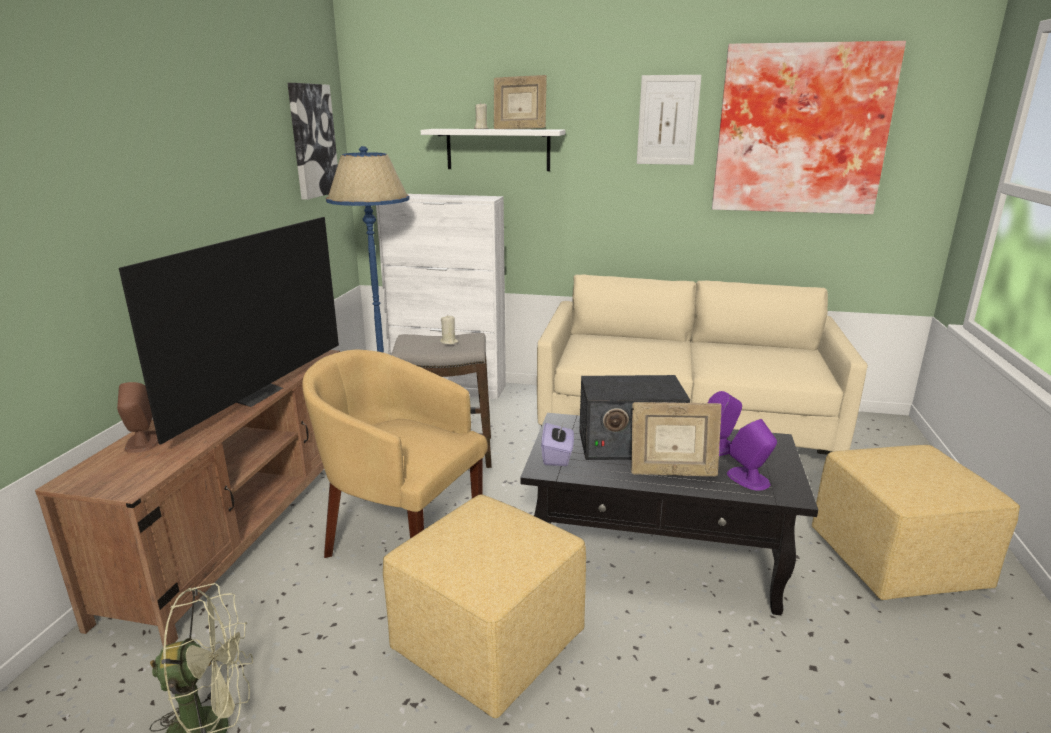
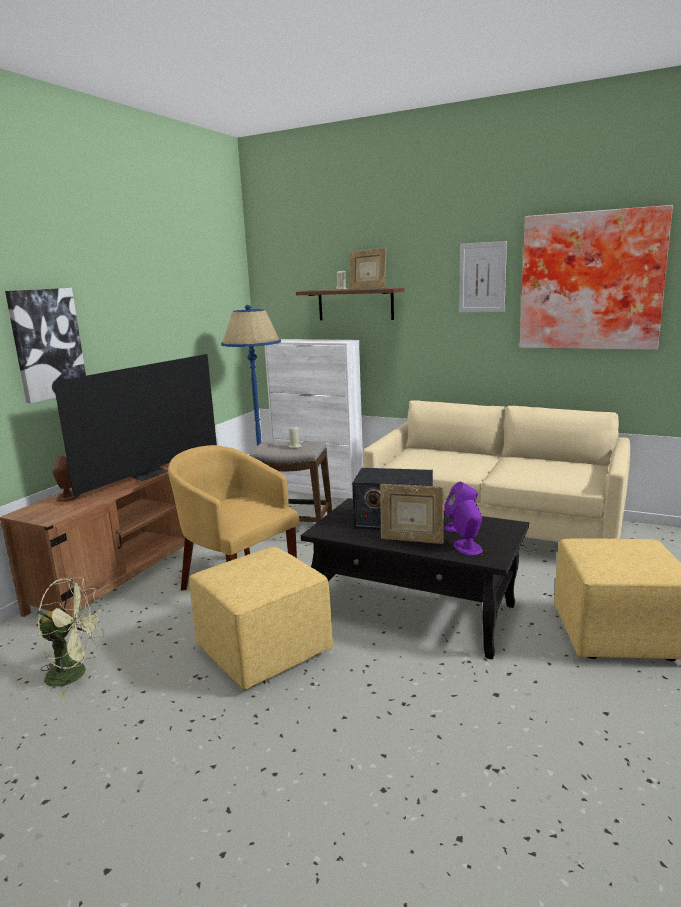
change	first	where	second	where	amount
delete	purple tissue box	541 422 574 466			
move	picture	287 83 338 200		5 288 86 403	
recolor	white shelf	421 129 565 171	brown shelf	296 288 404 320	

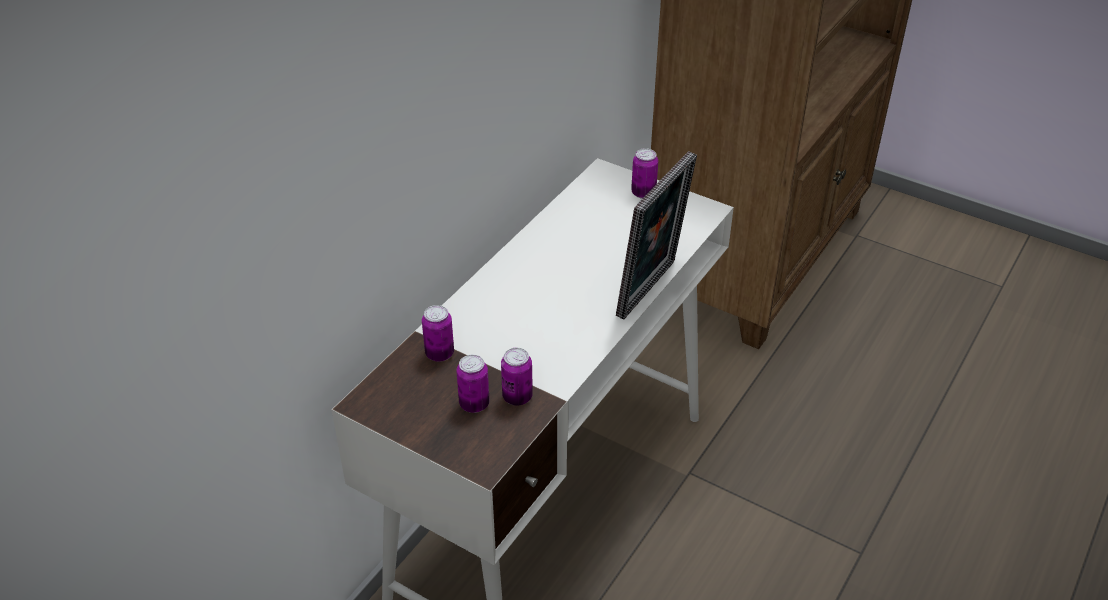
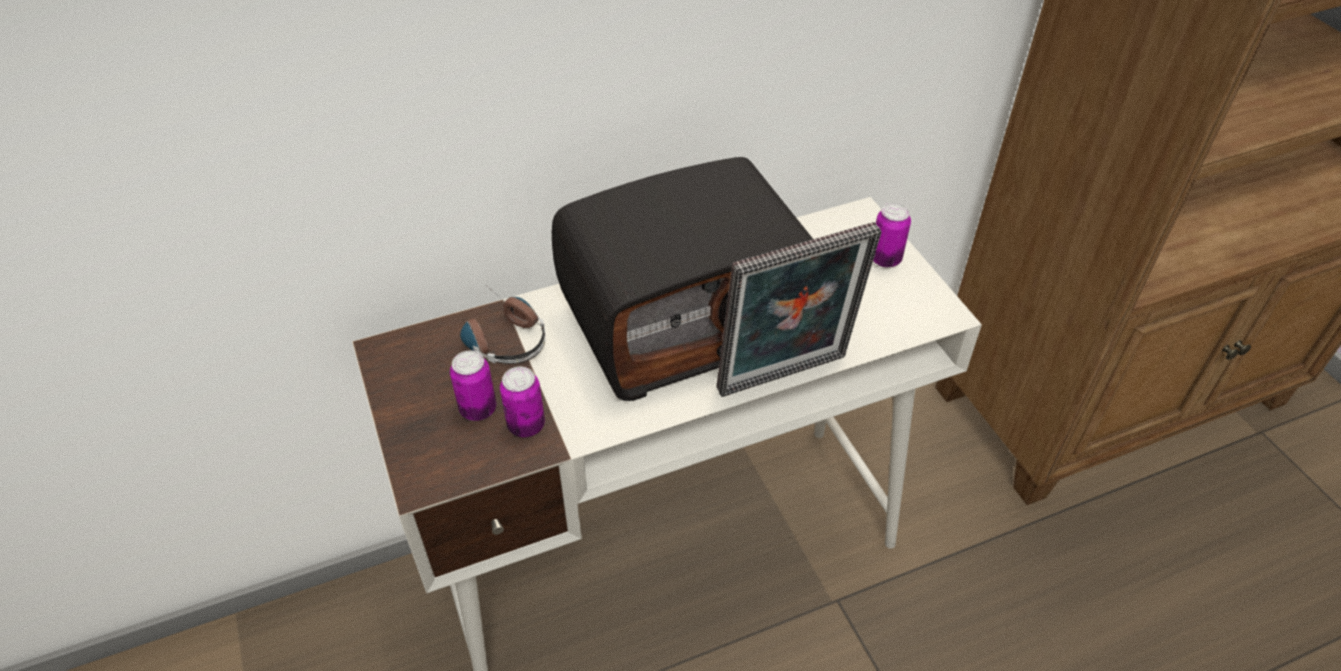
change	first	where	second	where	amount
insert			radio	552 157 813 401	
replace	can	422 305 454 362	headphones	460 287 546 364	

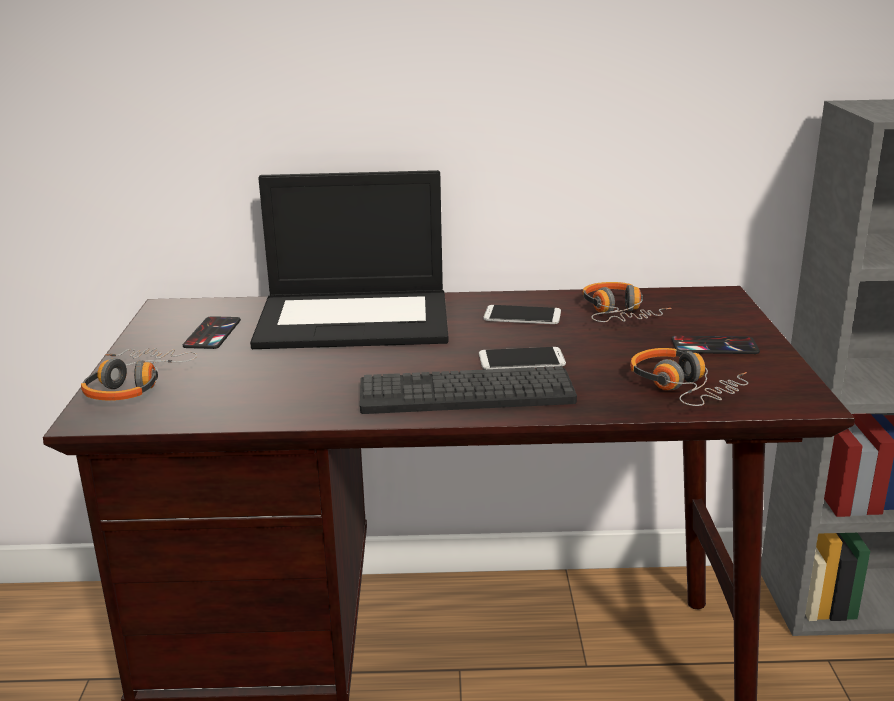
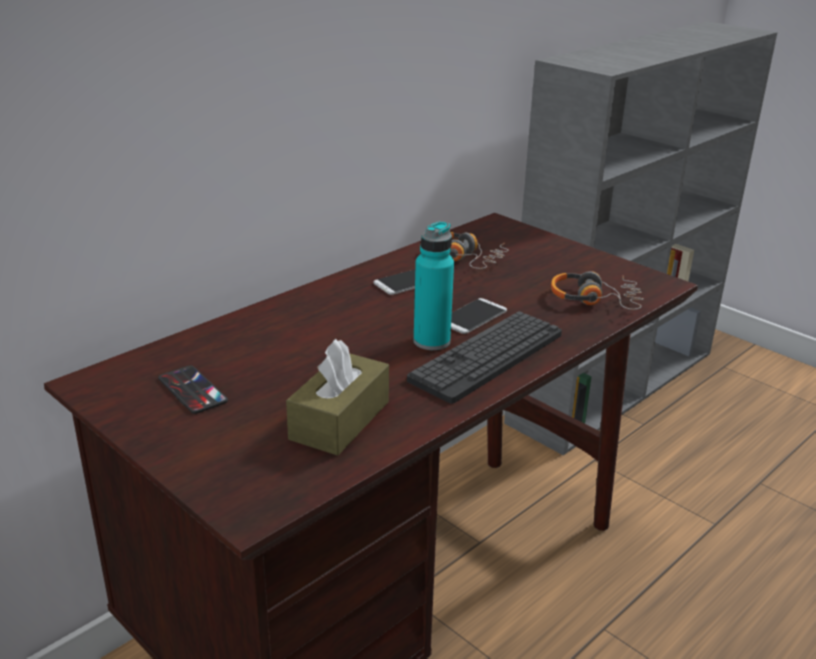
change	first	where	second	where	amount
delete	headphones	81 348 197 401			
delete	laptop	250 170 448 349			
delete	phone	672 336 760 354			
insert			brown tissue box	286 339 389 456	
insert			turquoise bottle	414 221 454 350	

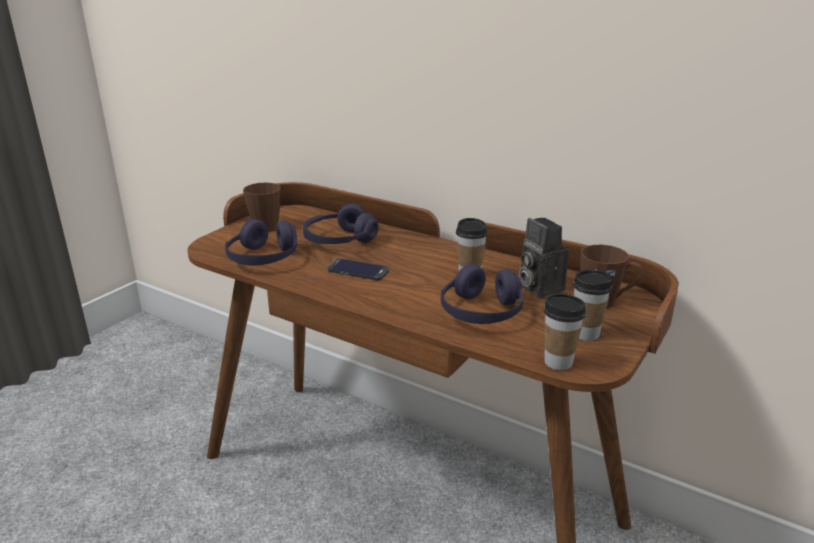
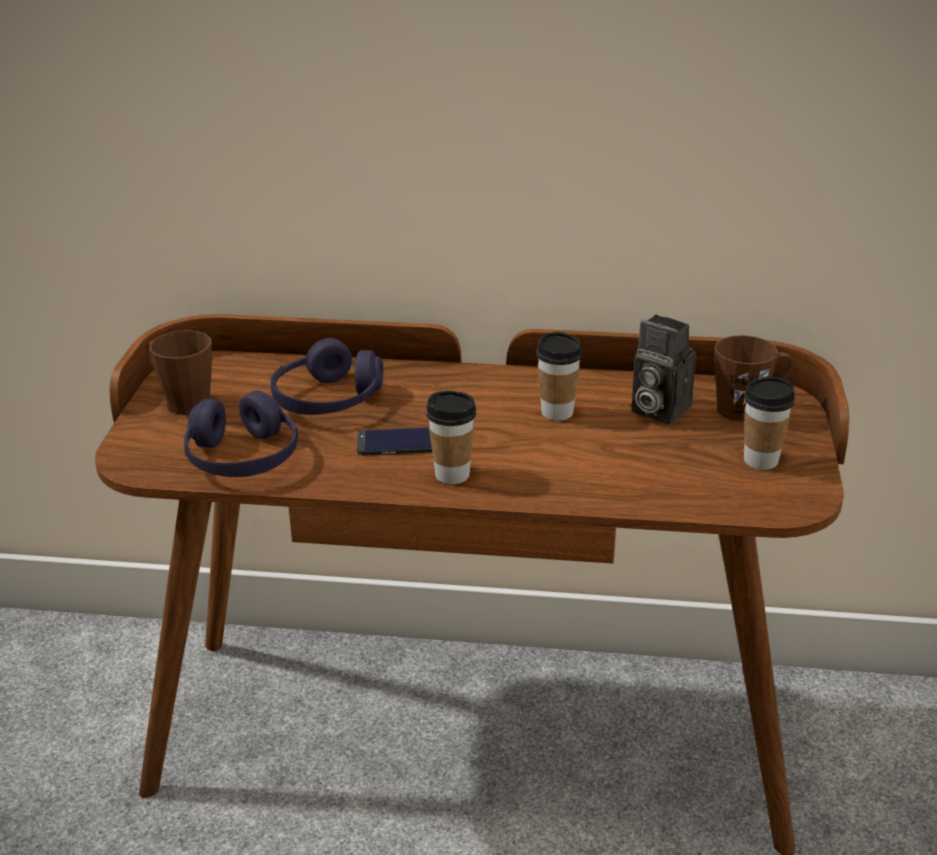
change	first	where	second	where	amount
delete	purple headphones	441 264 523 324			
move	cup	544 293 586 370		426 391 476 484	

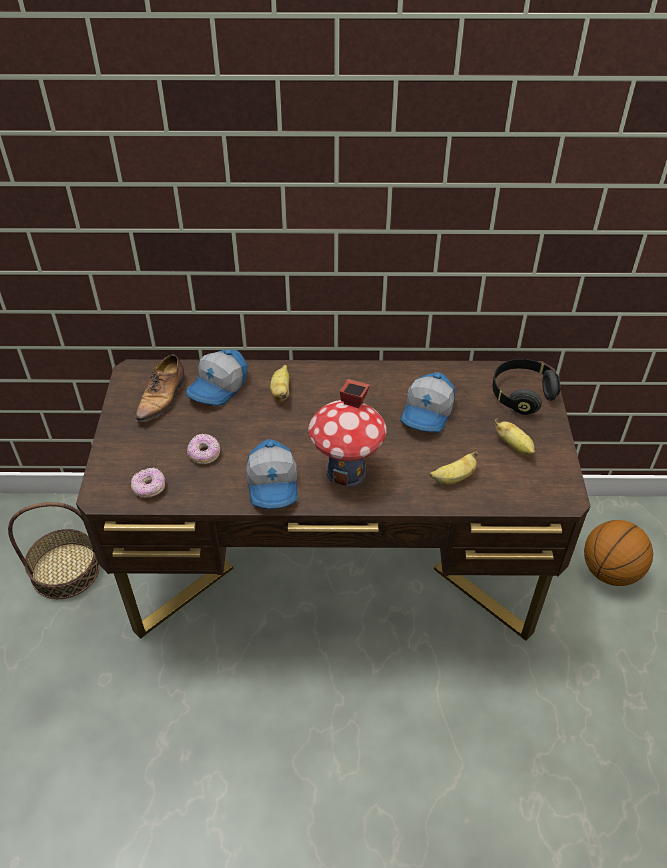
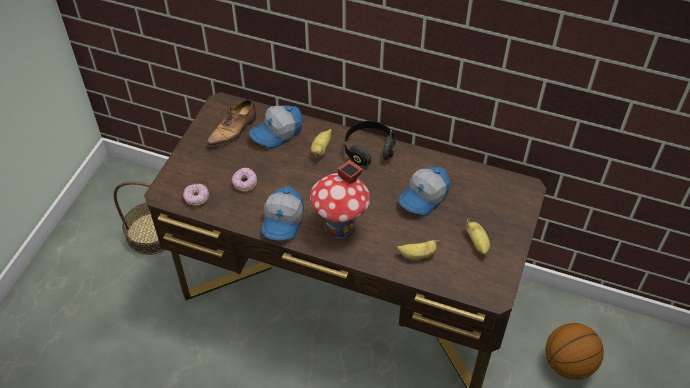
change	first	where	second	where	amount
move	black headphones	492 359 561 415		345 121 395 166	

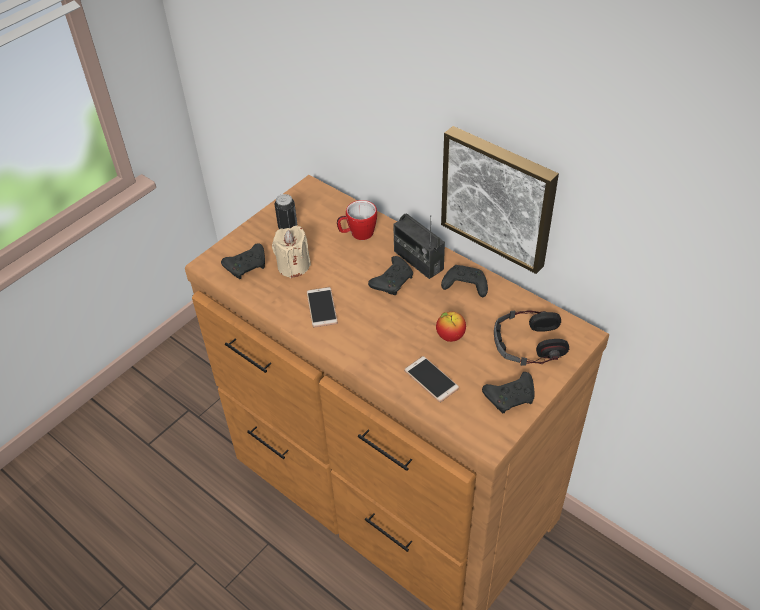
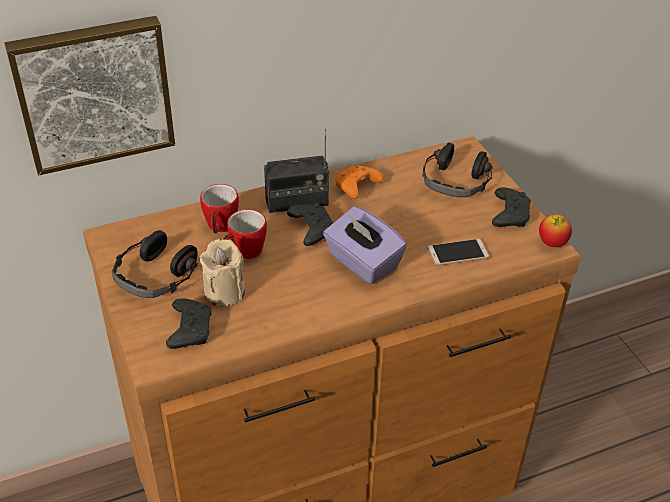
change	first	where	second	where	amount
delete	phone	307 287 338 327			
insert			mug	224 209 267 259	
insert			purple tissue box	323 206 407 285	
move	apple	436 312 466 342		539 214 572 247	
move	picture	441 126 559 274		5 16 175 175	
replace	can	275 194 297 229	headphones	112 230 198 298	
recolor	black game controller	441 265 488 297	orange game controller	335 165 384 199	

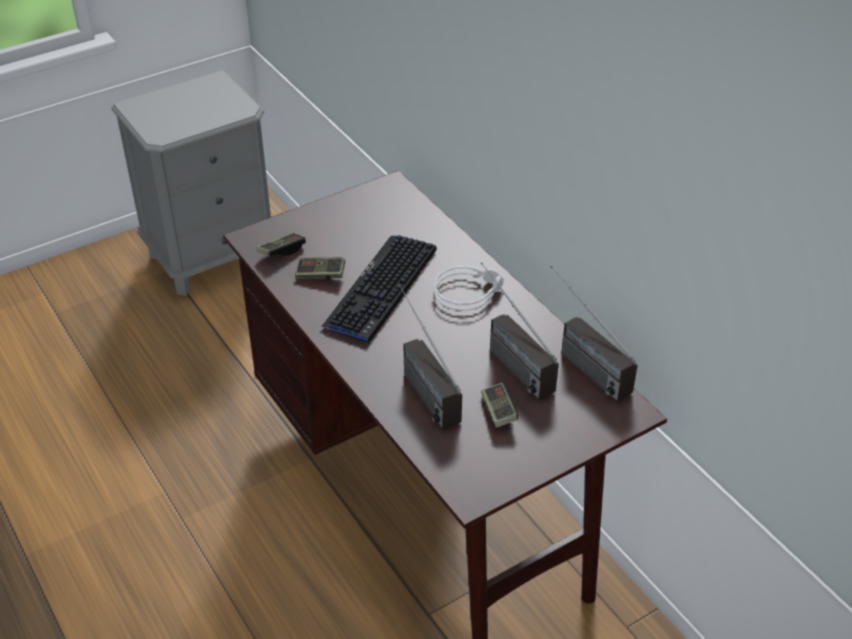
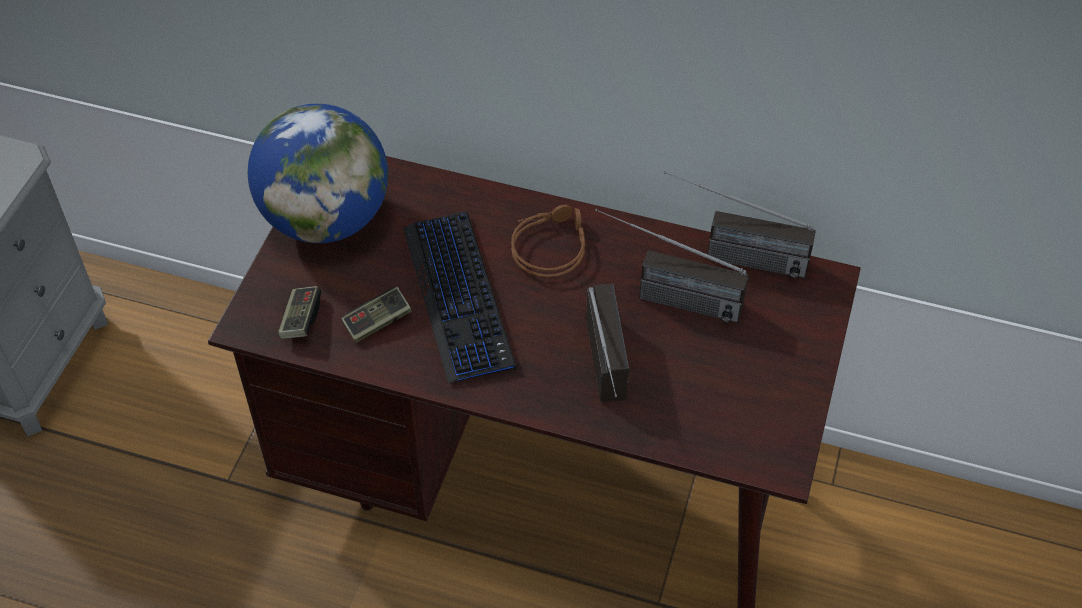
change	first	where	second	where	amount
delete	game controller	481 383 518 428			
insert			globe	248 104 388 243	
recolor	grey headphones	434 265 504 311	brown headphones	511 205 587 278	
rotate	radio	399 284 462 430		586 284 629 402	120 degrees counterclockwise

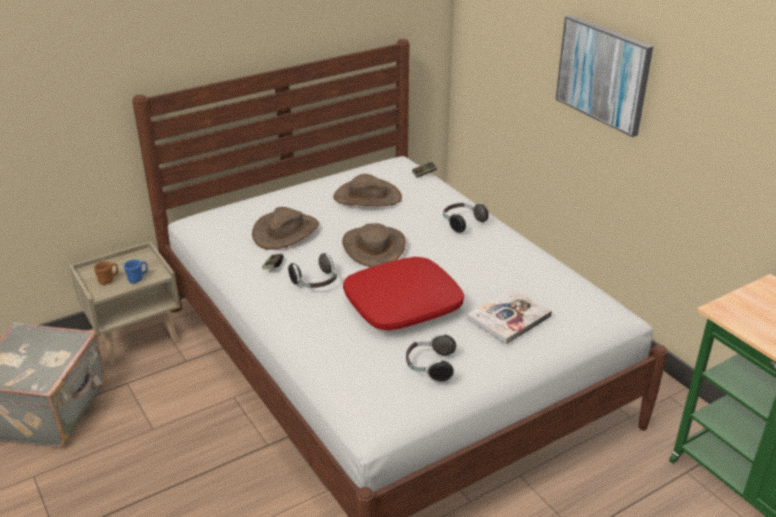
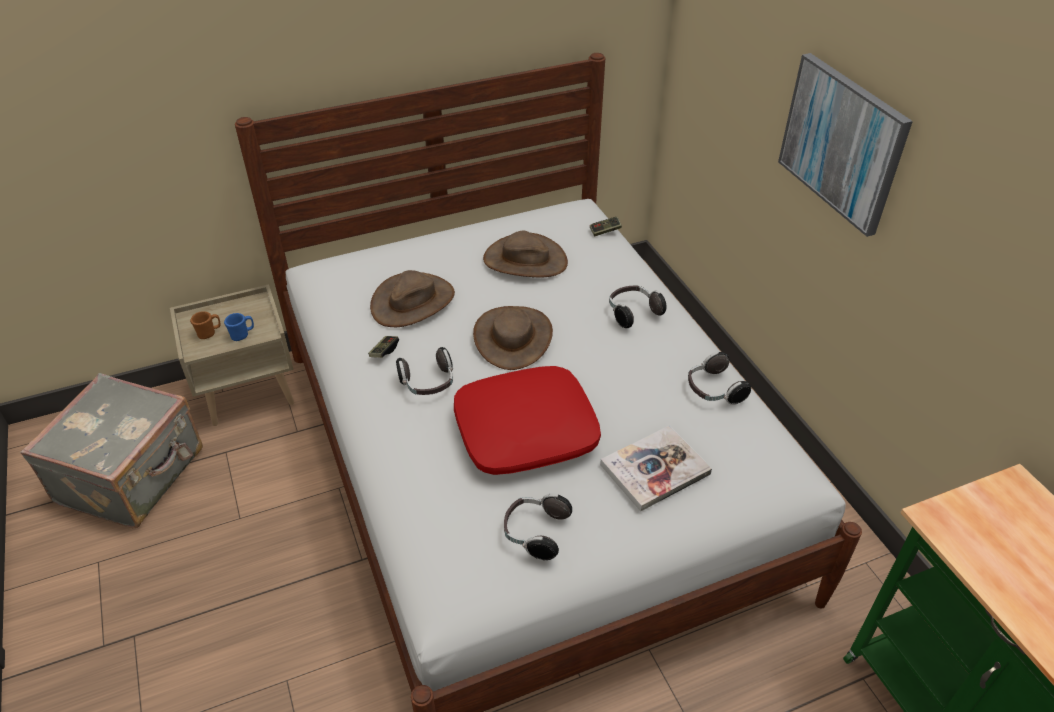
change	first	where	second	where	amount
insert			headphones	688 351 751 405	

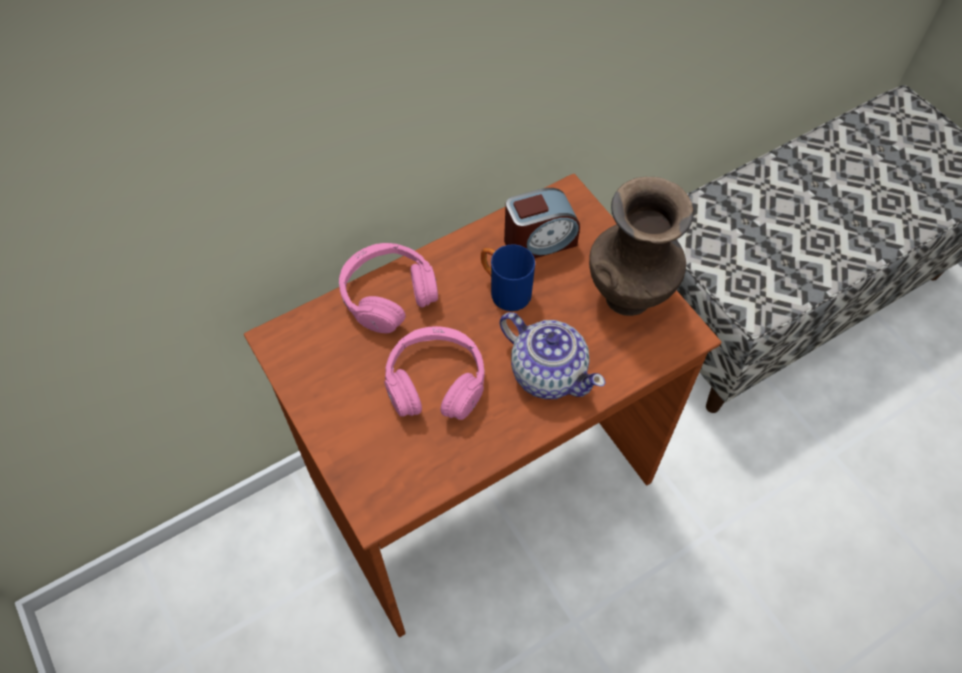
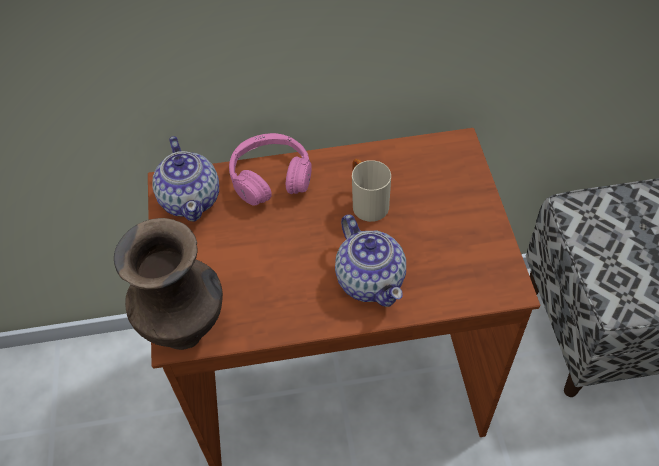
change	first	where	second	where	amount
delete	pink headphones	384 326 485 420			
delete	alarm clock	504 188 580 259			
insert			teapot	152 136 219 222	
move	brown vase	589 177 694 316		114 218 223 350	
recolor	blue mug	481 244 535 311	beige mug	352 159 391 222	

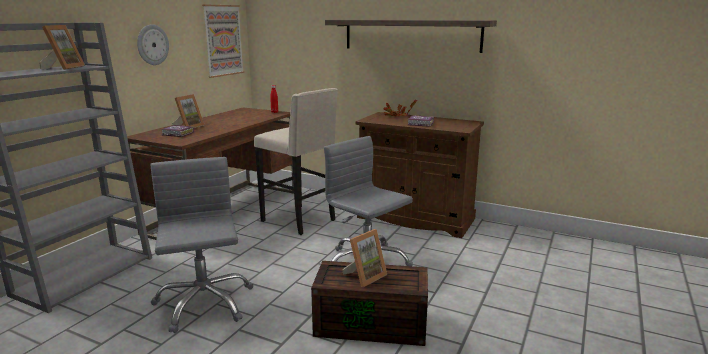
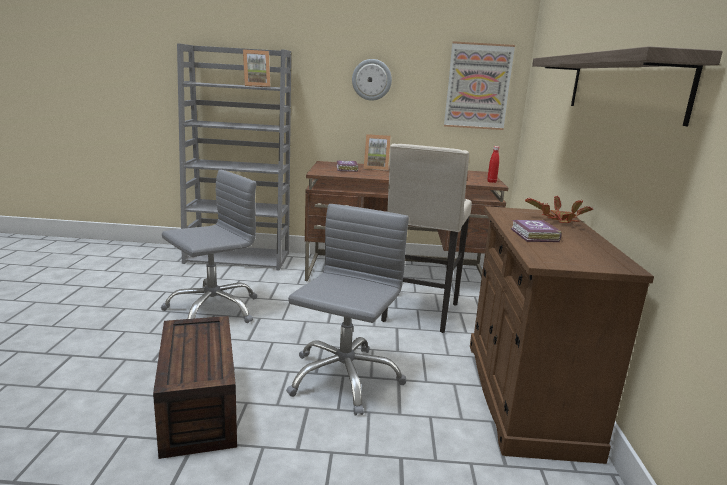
change	first	where	second	where	amount
delete	picture frame	342 229 387 287			

